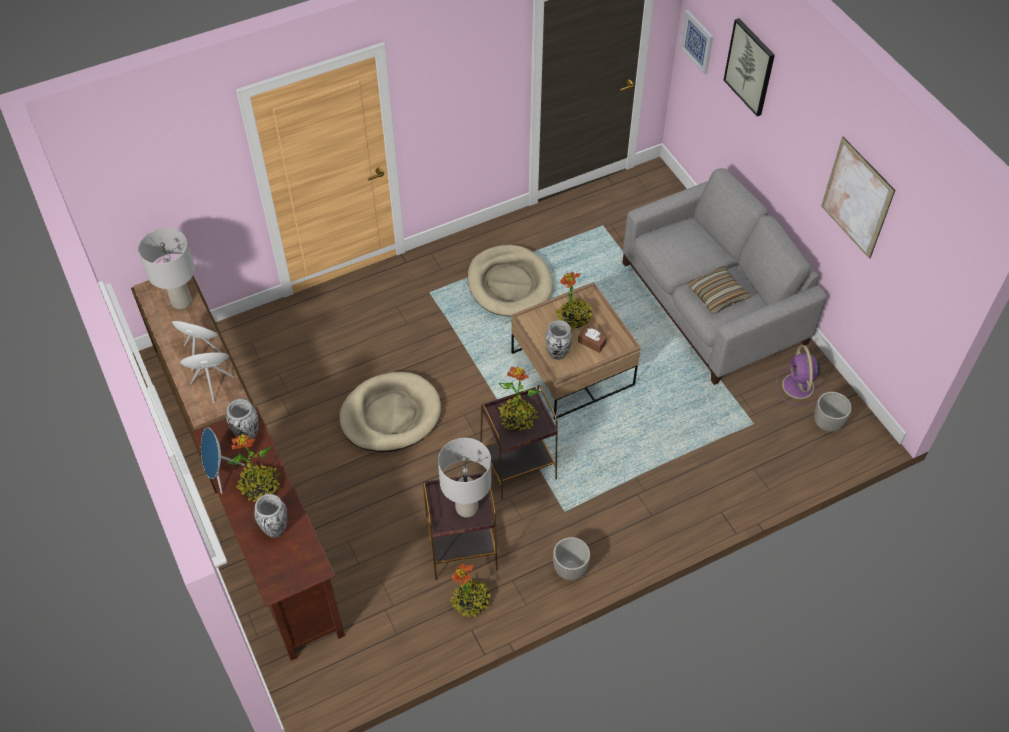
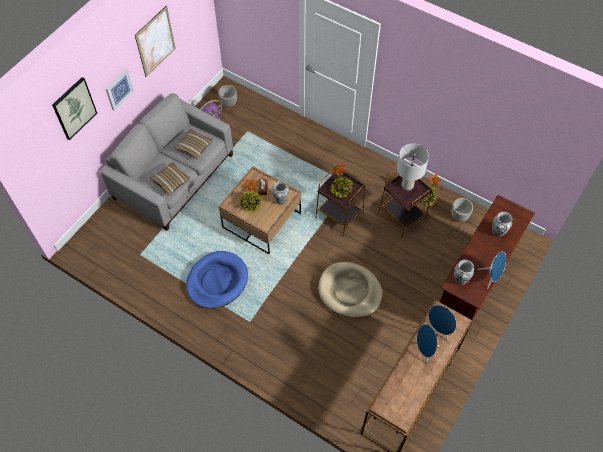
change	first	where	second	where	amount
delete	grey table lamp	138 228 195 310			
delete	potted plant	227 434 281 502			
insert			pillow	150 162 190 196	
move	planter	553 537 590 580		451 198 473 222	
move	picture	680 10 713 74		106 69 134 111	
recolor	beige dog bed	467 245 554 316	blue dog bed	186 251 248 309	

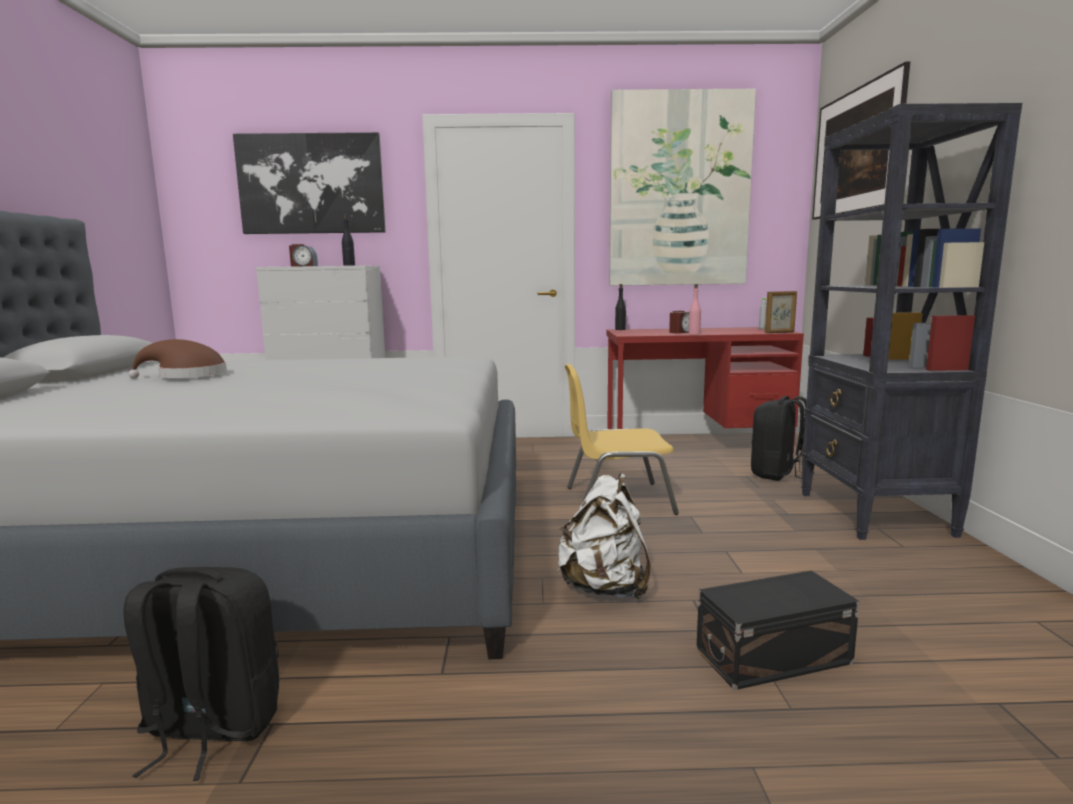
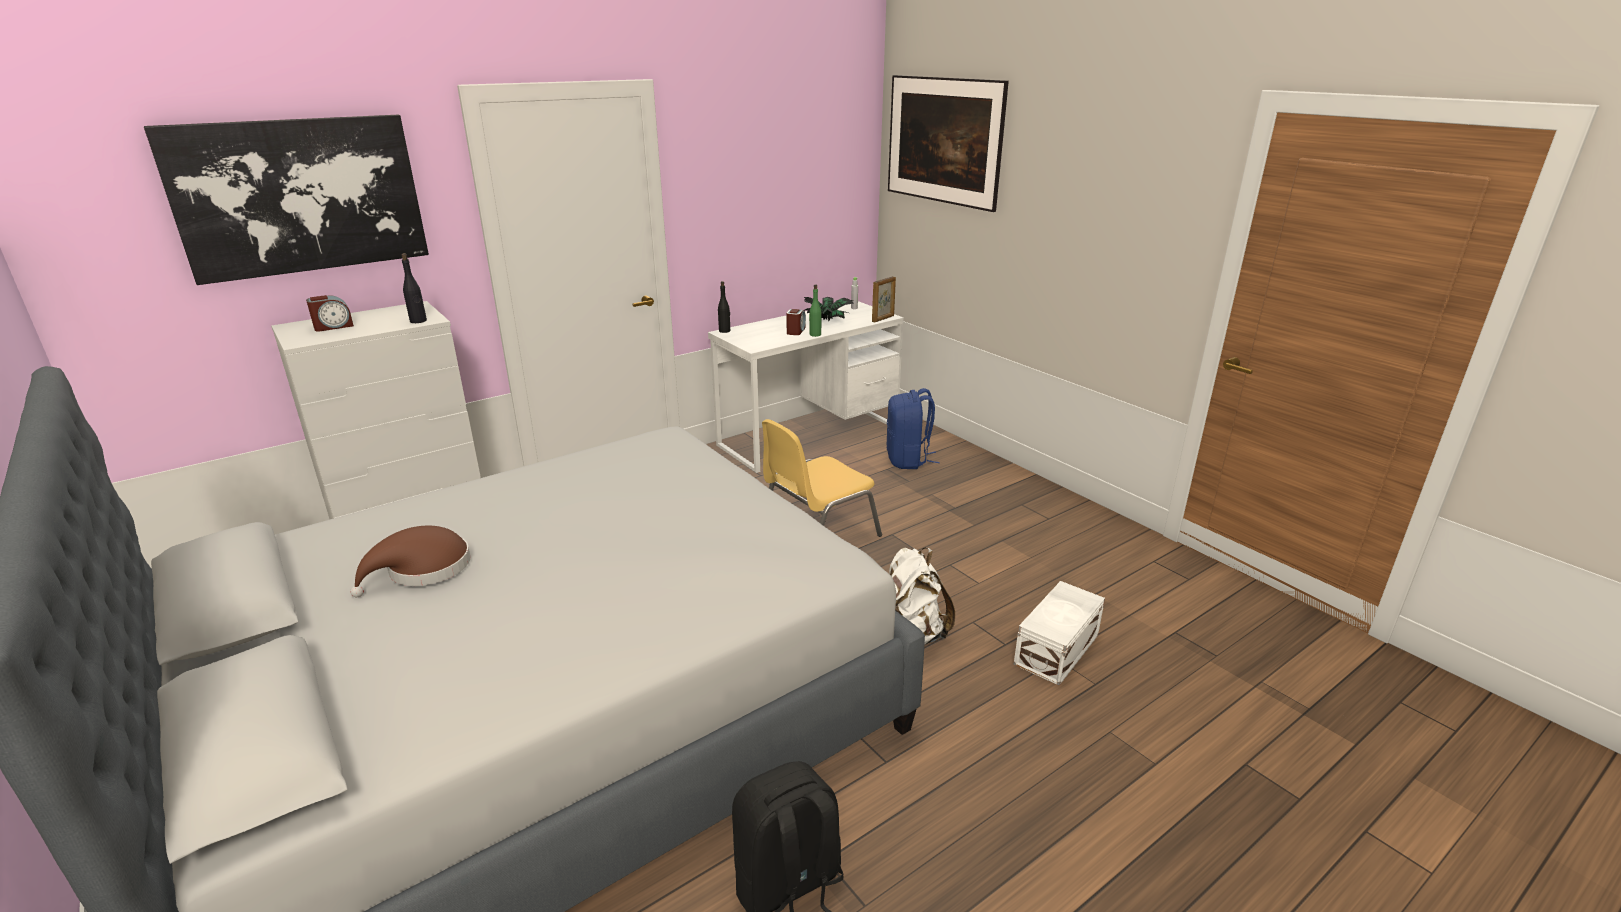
change	first	where	second	where	amount
delete	picture	609 89 756 286			
delete	black bookcase	801 103 1022 540			
insert			potted plant	803 297 854 322	
recolor	red desk	606 327 804 453	white desk	708 301 904 473	
recolor	pink bottle	688 284 701 335	green bottle	809 284 821 337	
recolor	black storage box	696 571 860 690	white storage box	1014 581 1105 685	
recolor	black backpack	751 396 814 481	blue backpack	887 388 940 469	

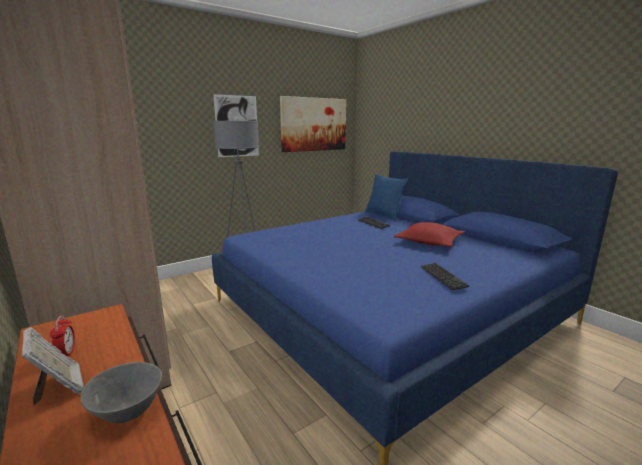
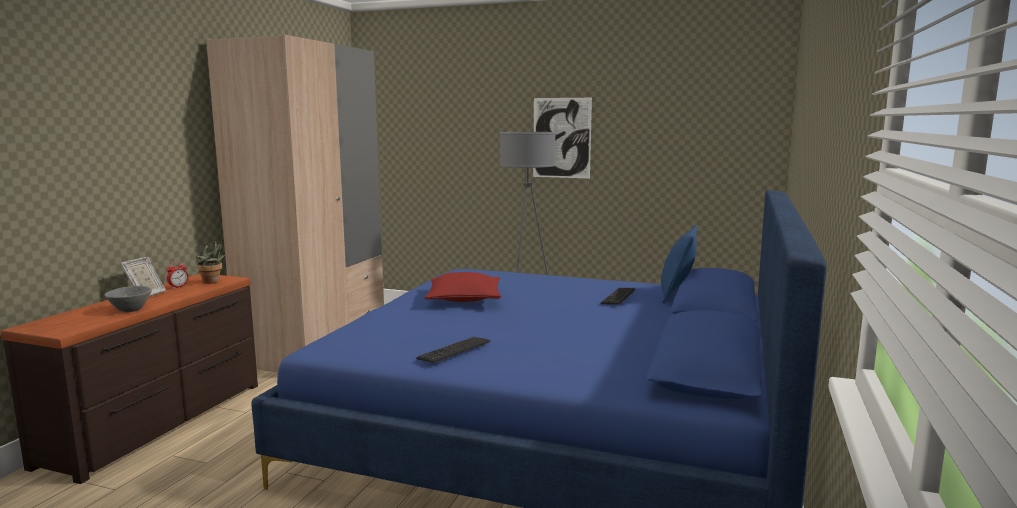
change	first	where	second	where	amount
delete	picture	280 96 346 152			
insert			potted plant	196 240 225 284	
move	red pillow	394 222 465 247		425 272 501 302	

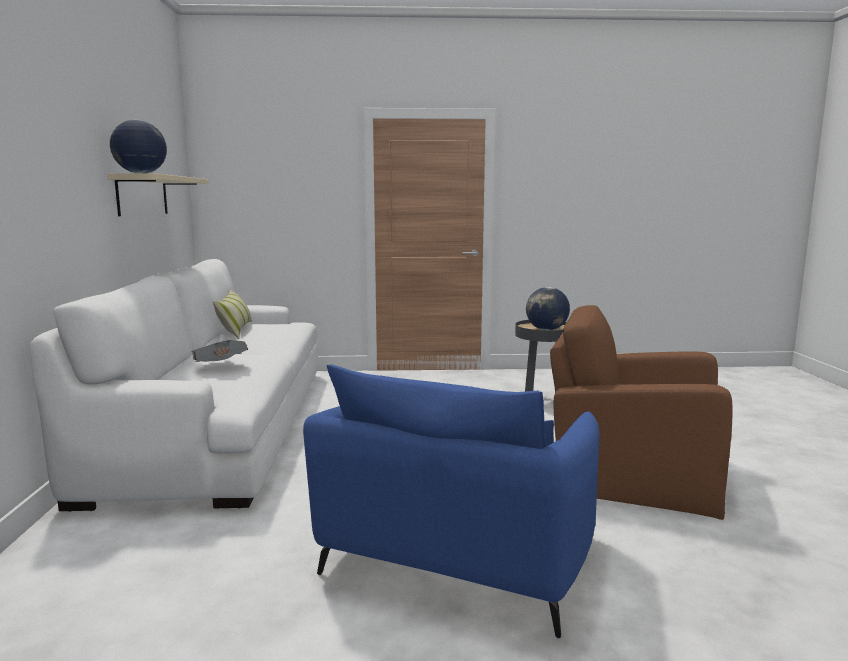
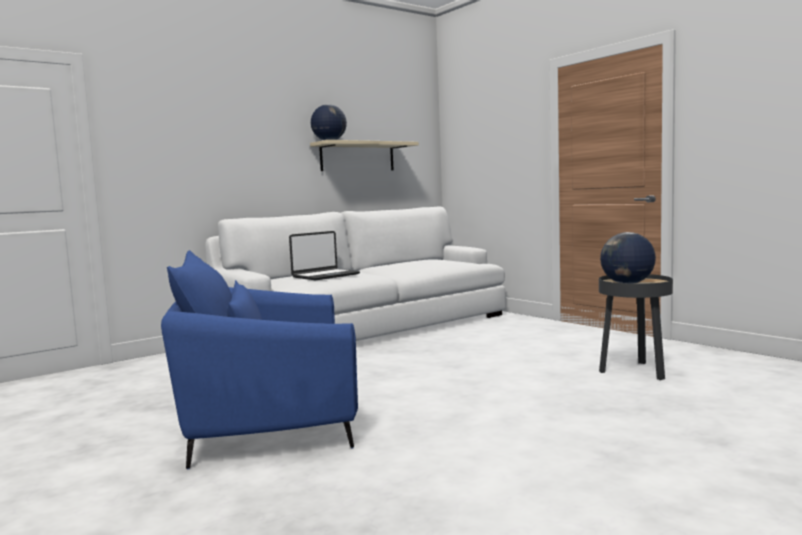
change	first	where	second	where	amount
delete	pillow	213 289 252 339			
delete	brown armchair	550 305 733 520			
replace	newspaper	191 340 249 362	laptop	289 231 360 281	

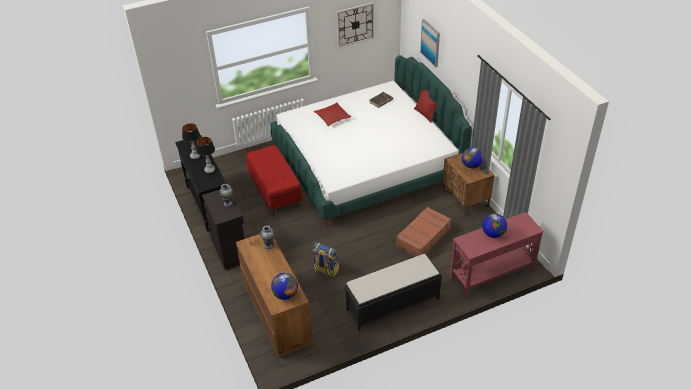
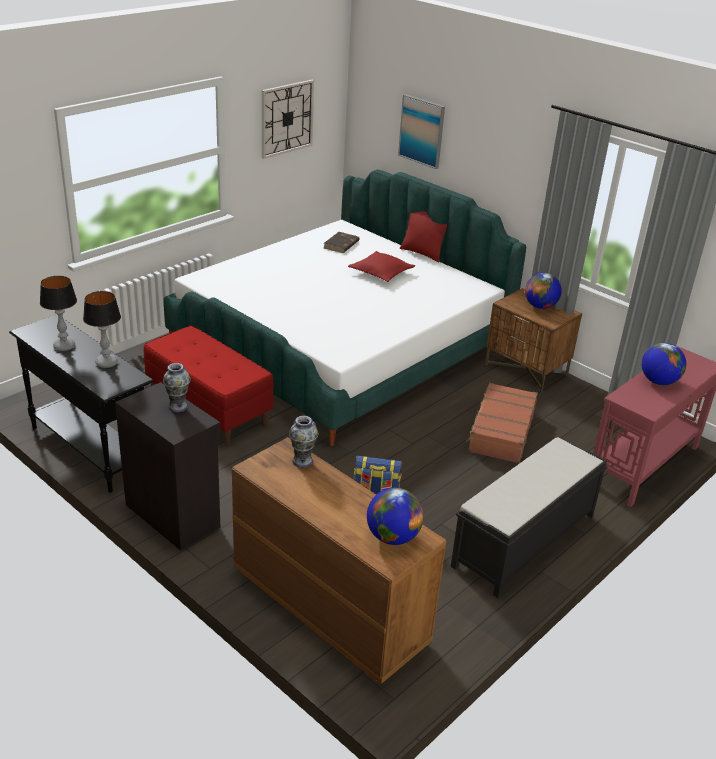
change	first	where	second	where	amount
move	red pillow	314 103 352 126		348 251 415 282	

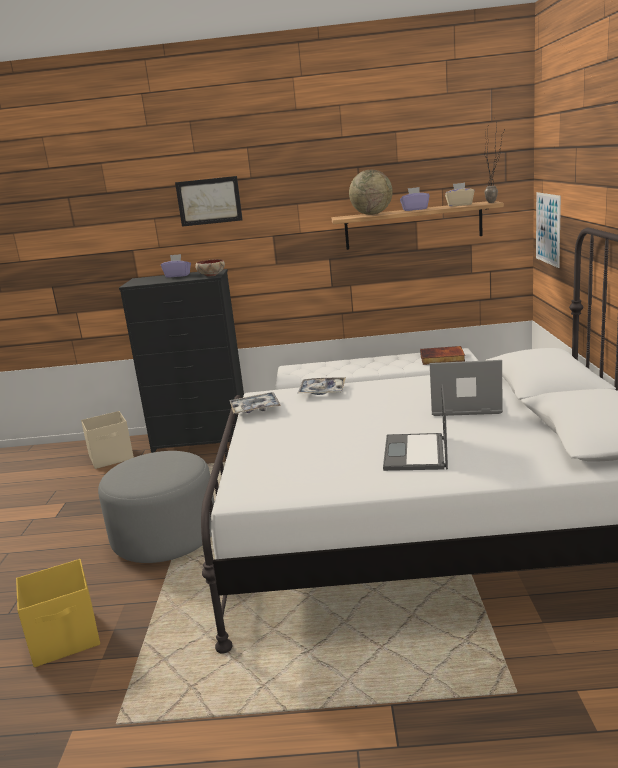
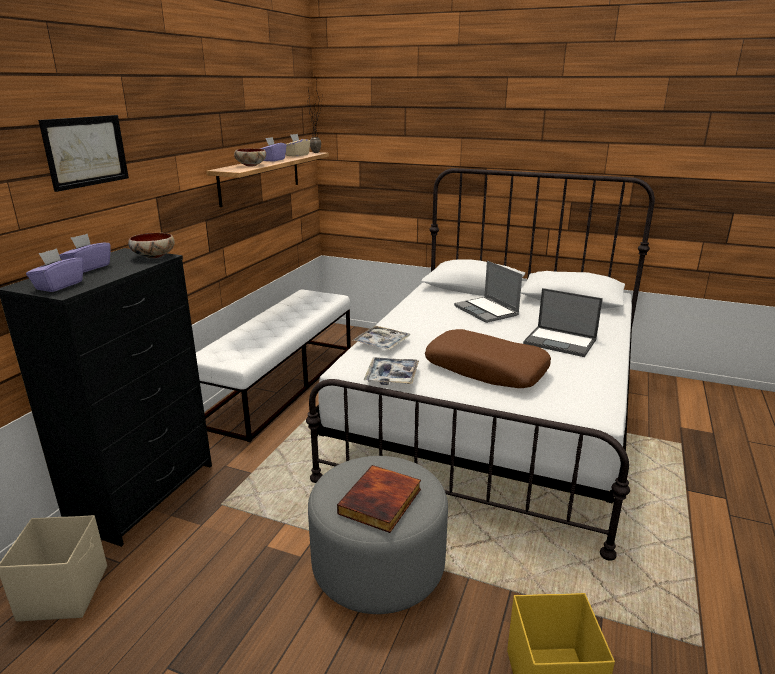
change	first	where	second	where	amount
delete	picture	536 192 561 268			
insert			purple tissue box	26 248 83 292	
insert			brown pillow	425 329 551 388	
move	book	420 346 465 365		337 465 421 533	
replace	globe	349 170 393 215	bowl	234 149 266 166	
rotate	laptop	430 360 503 416		454 261 522 323	60 degrees counterclockwise

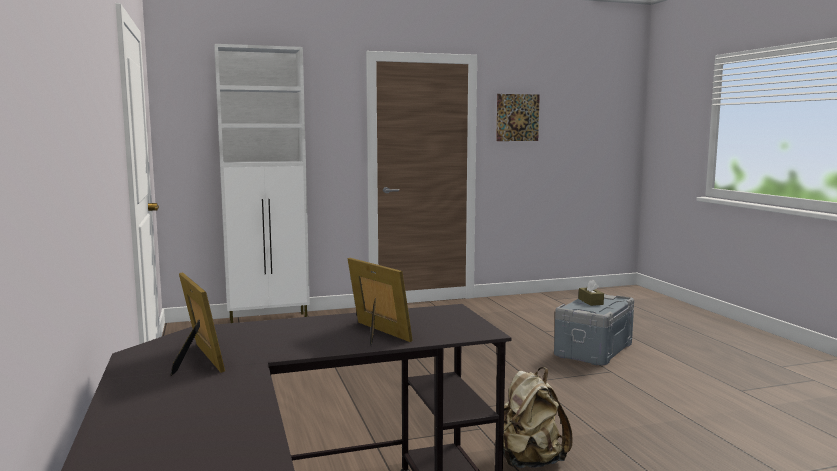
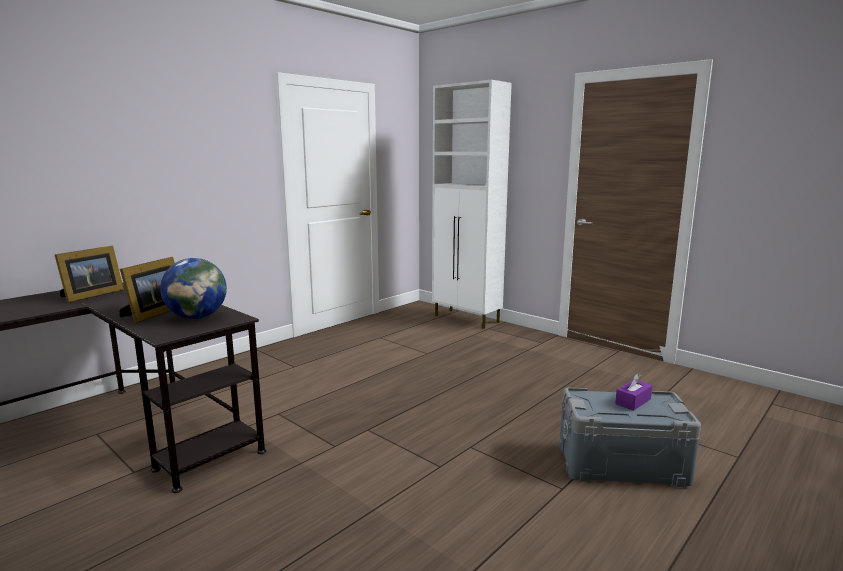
change	first	where	second	where	amount
delete	picture	496 94 540 141			
delete	beige backpack	503 367 573 468			
insert			globe	160 258 227 319	
recolor	brown tissue box	578 280 604 306	purple tissue box	615 373 652 411	

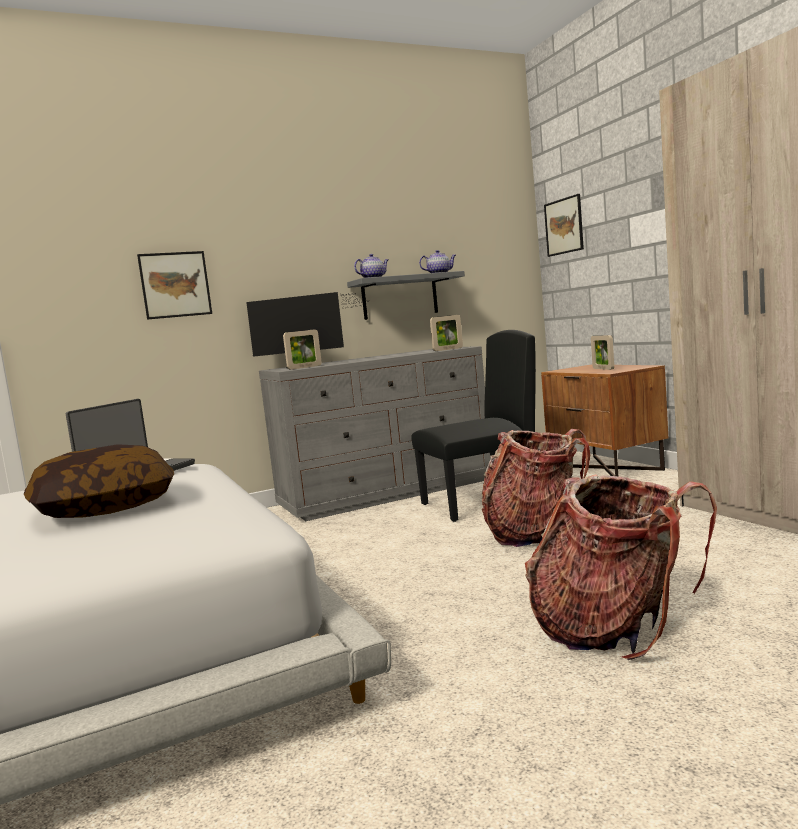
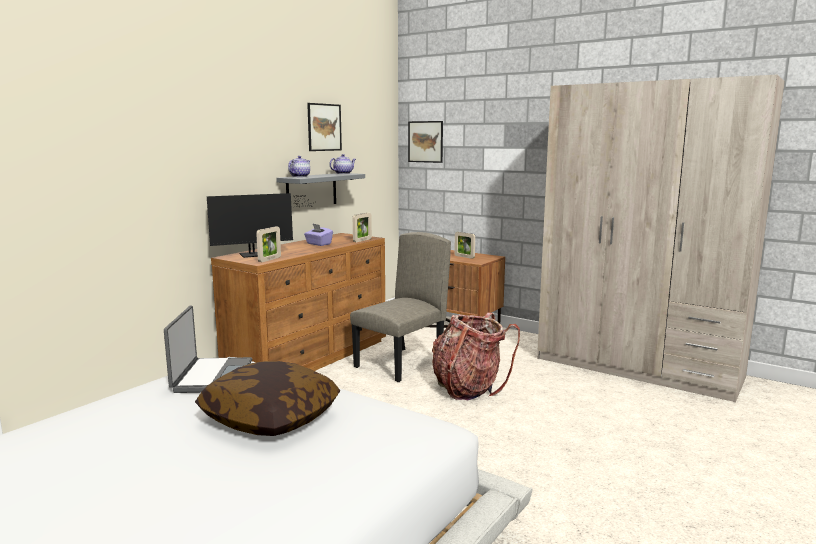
change	first	where	second	where	amount
delete	backpack	525 474 717 660			
insert			purple tissue box	304 223 333 246	
move	picture	137 251 212 320		307 103 342 151	
recolor	grey dresser	259 346 491 521	brown dresser	211 233 386 371	
recolor	black chair	411 330 536 522	beige chair	350 232 451 382	

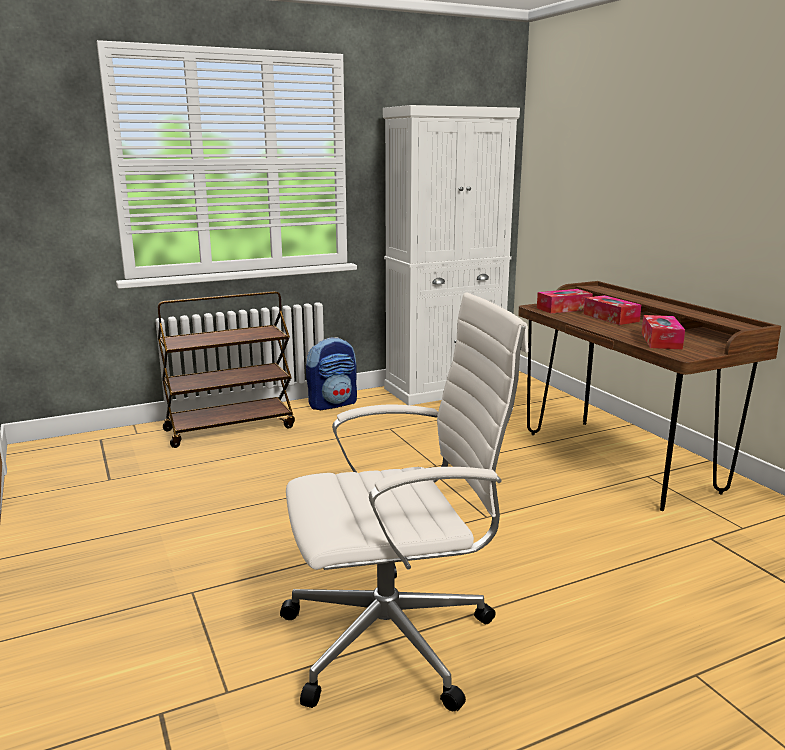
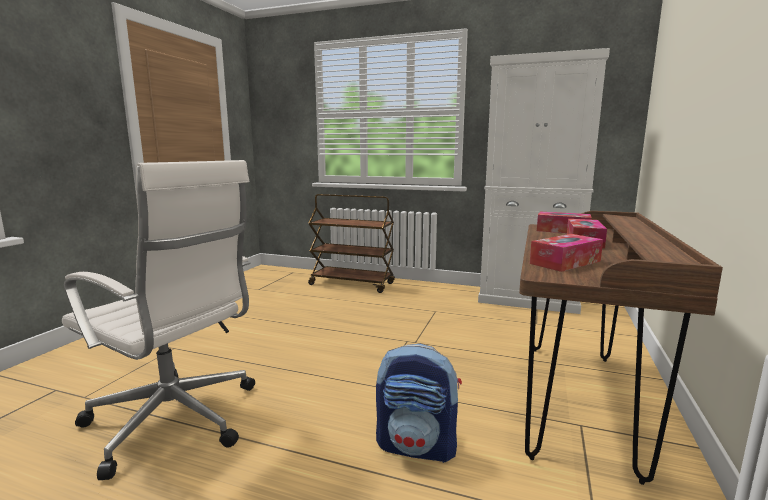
change	first	where	second	where	amount
move	backpack	306 337 357 410		376 344 462 463	

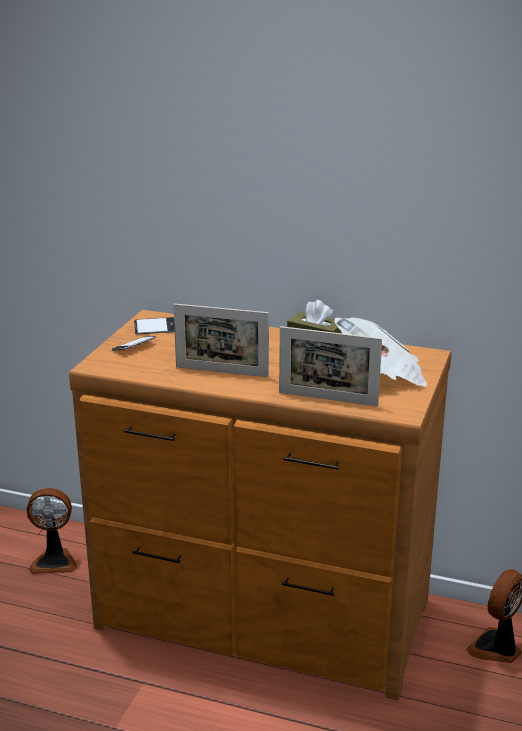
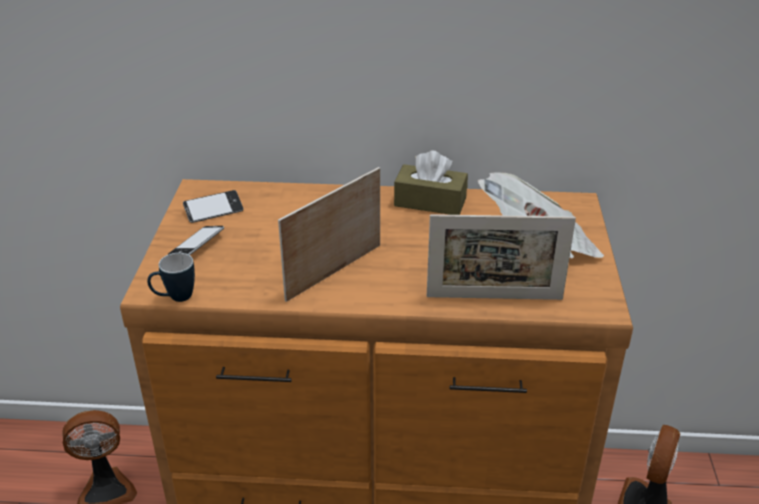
change	first	where	second	where	amount
insert			mug	147 253 195 302	
rotate	picture frame	174 304 269 377		278 167 380 302	135 degrees clockwise

